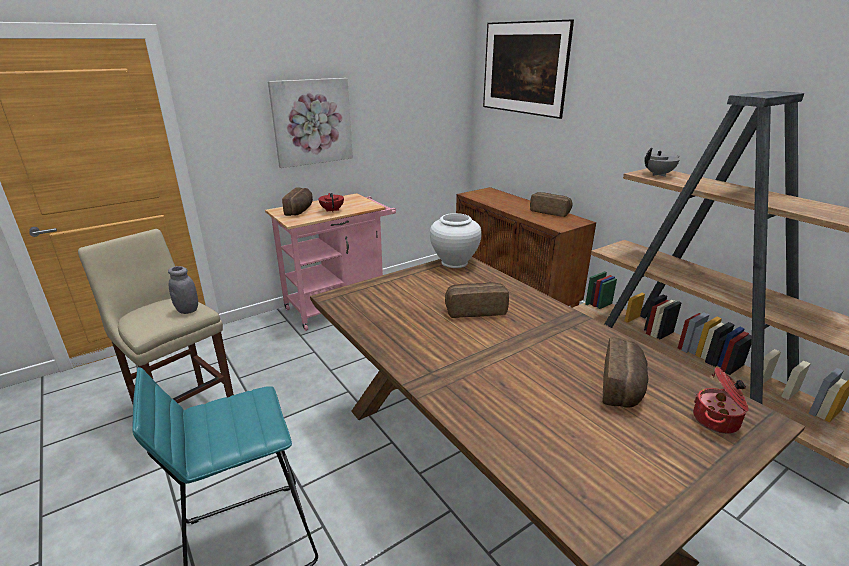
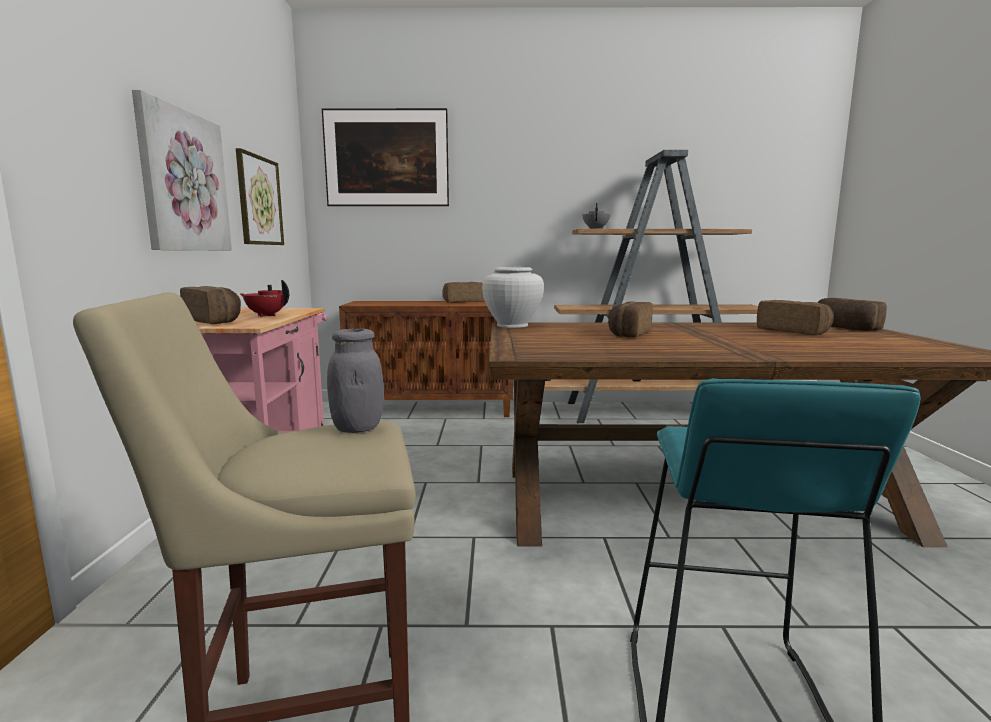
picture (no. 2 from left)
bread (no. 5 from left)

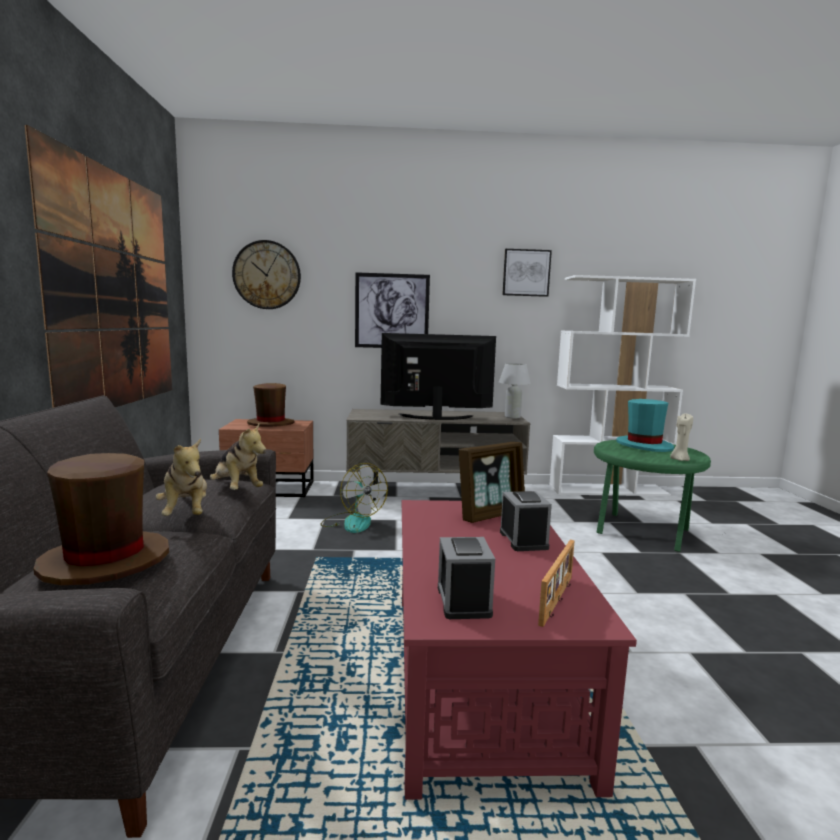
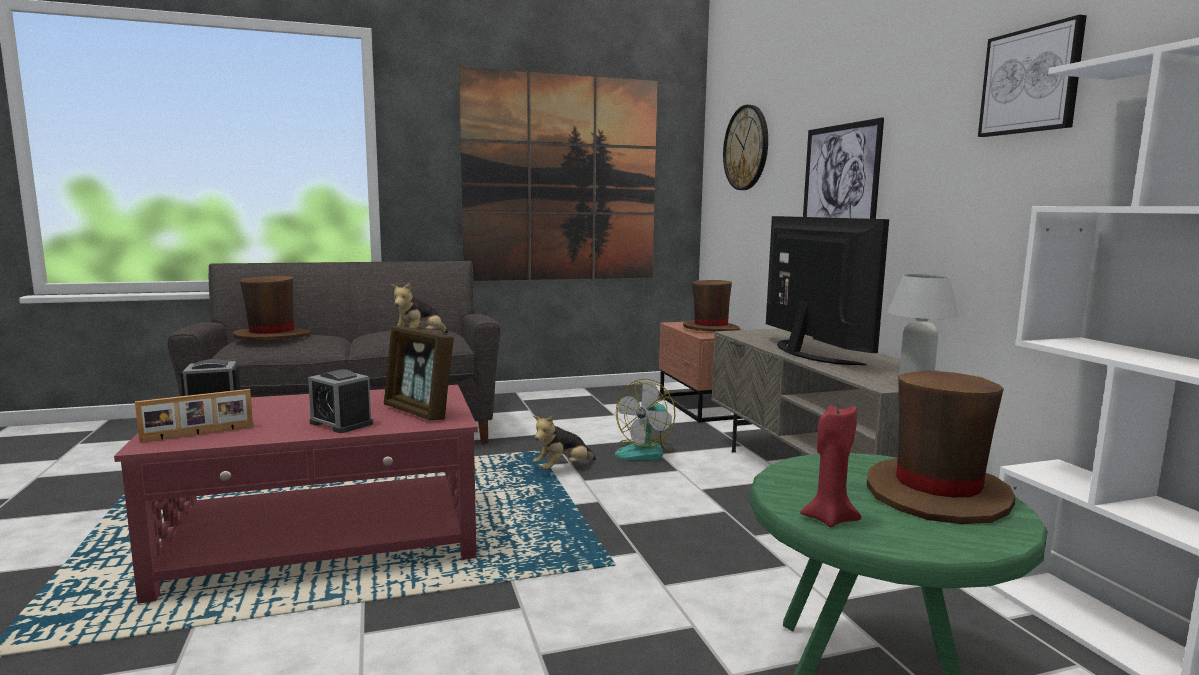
plush toy (no. 2 from left)
hat in brown (no. 3 from left)
candle in red
alarm clock (no. 2 from left)
picture frame (no. 1 from left)

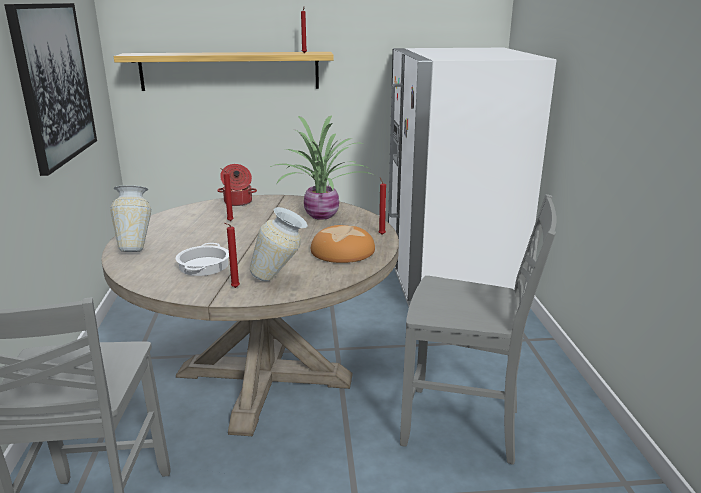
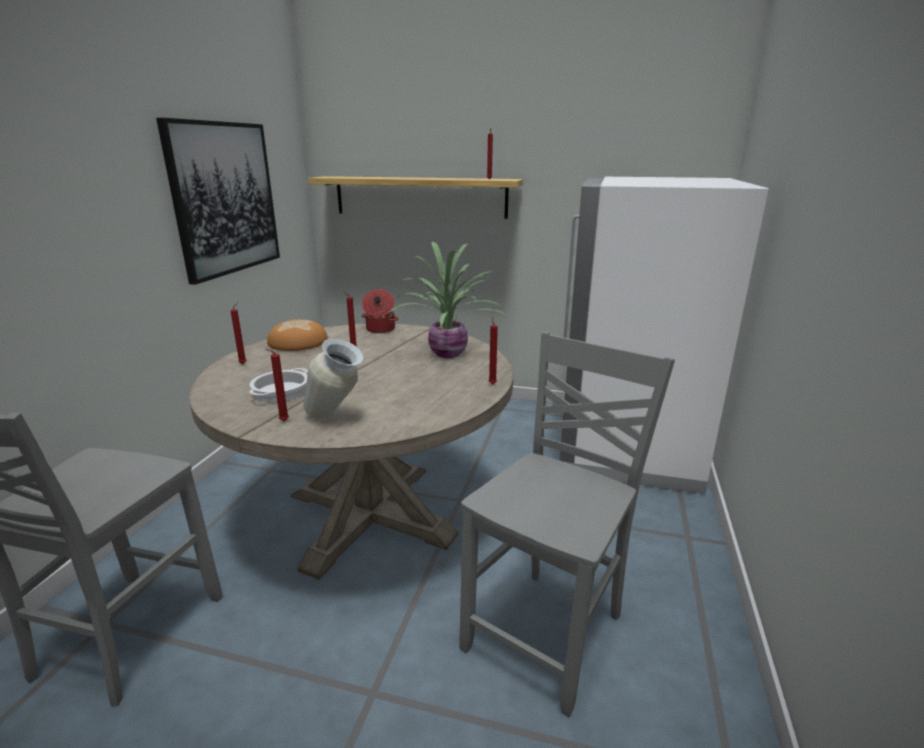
bread
candle in red (no. 1 from left)
chair in grey (no. 2 from left)

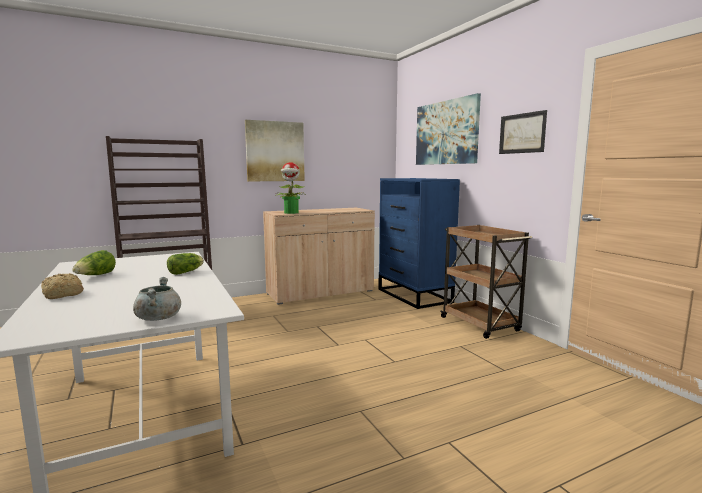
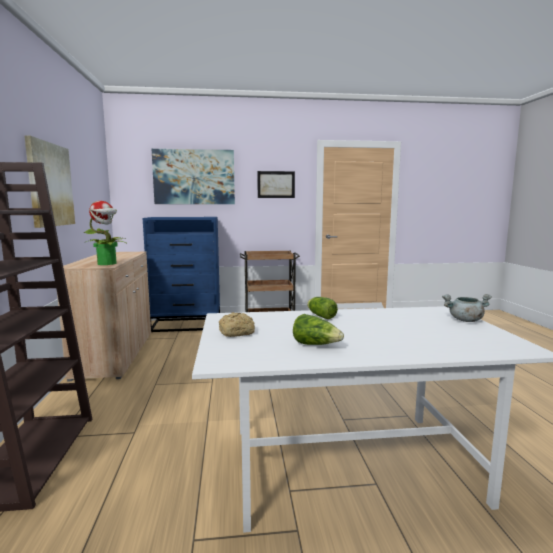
bread

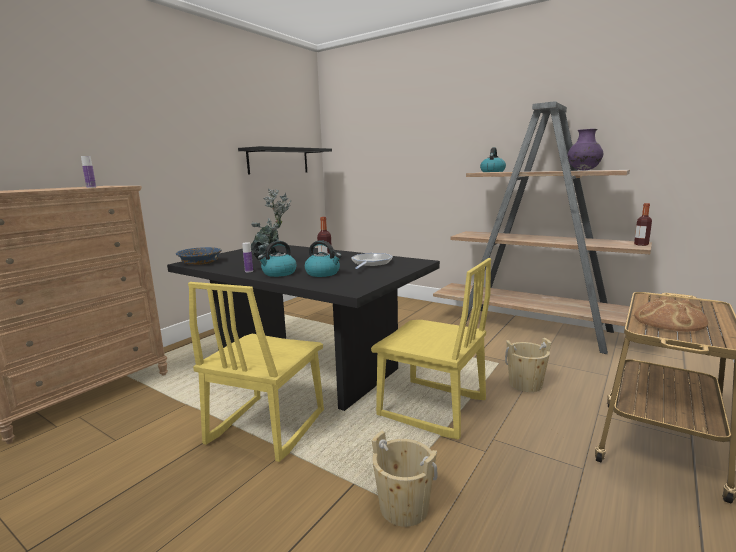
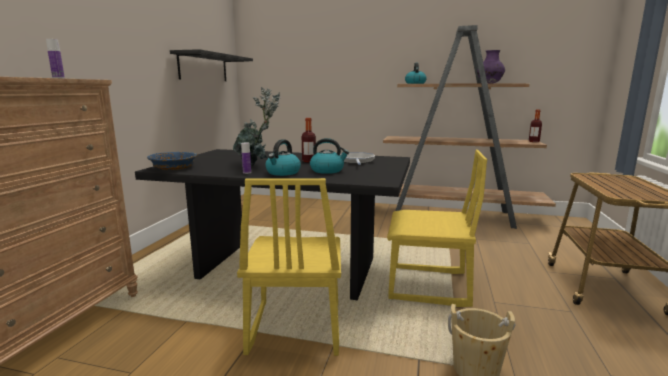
bucket in beige (no. 2 from left in the first image)
bread

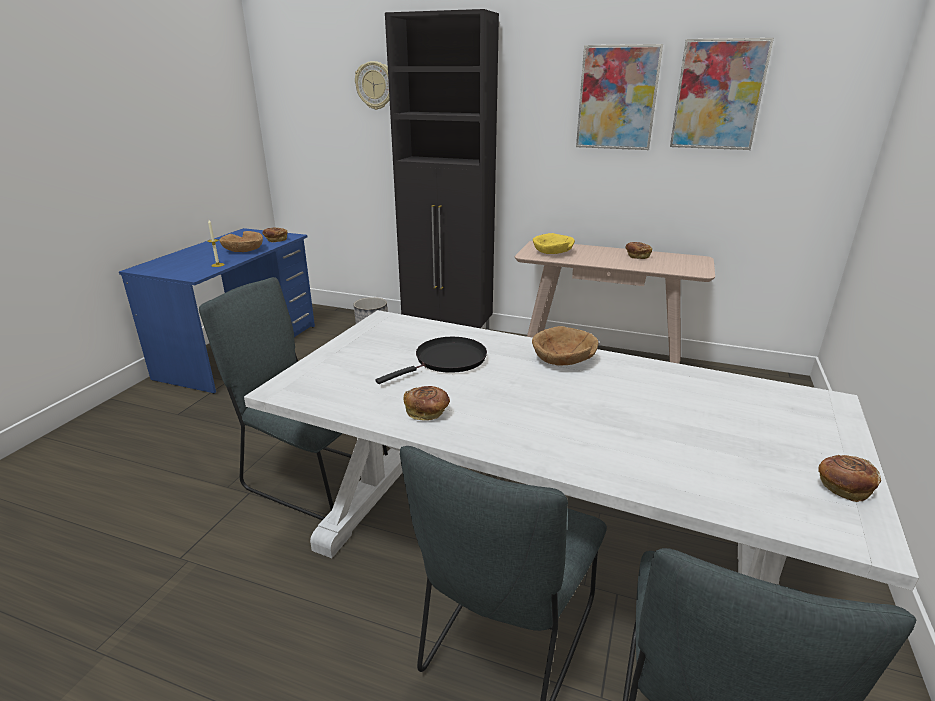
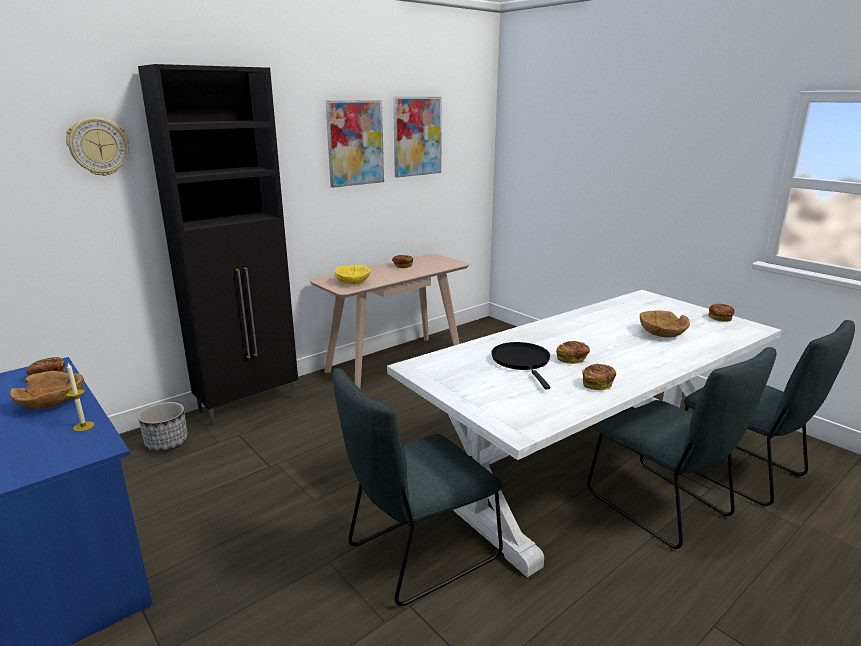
bread (no. 3 from left)
bowl in brown (no. 2 from left)

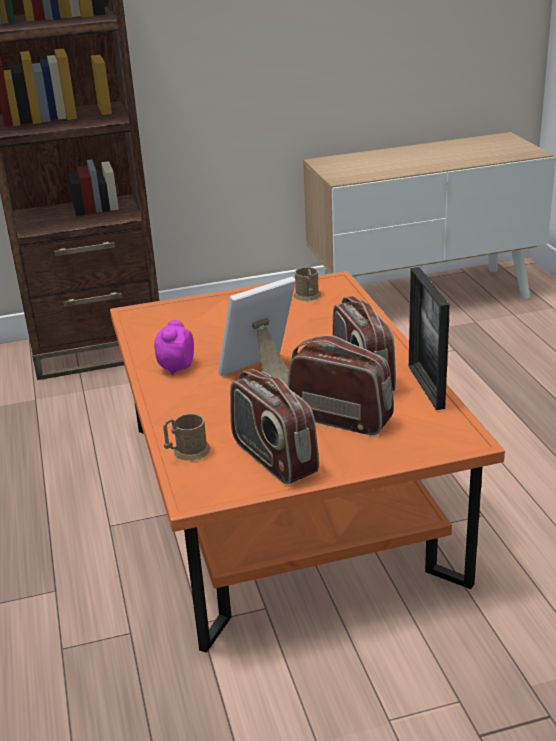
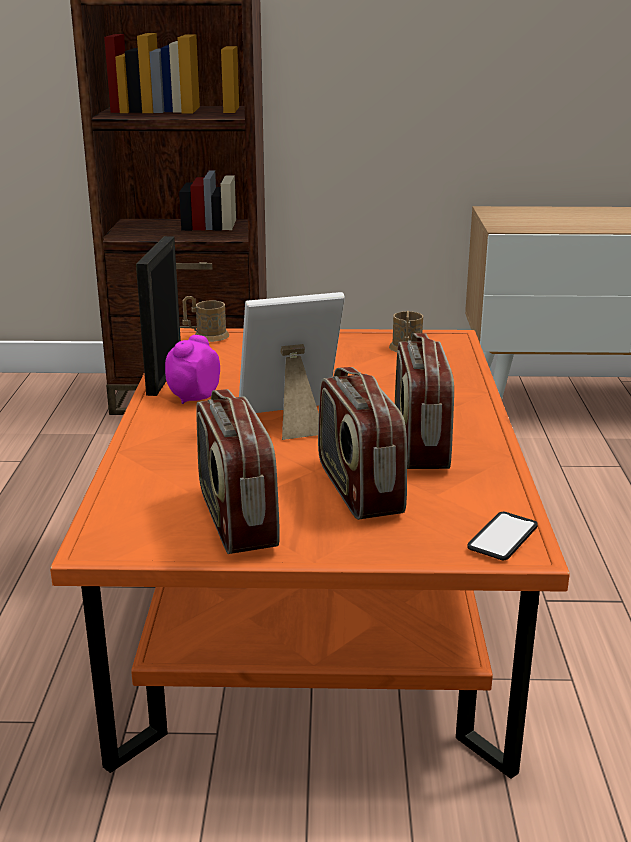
phone
mug in brown (no. 1 from left)
picture frame (no. 1 from left)
radio (no. 2 from left)

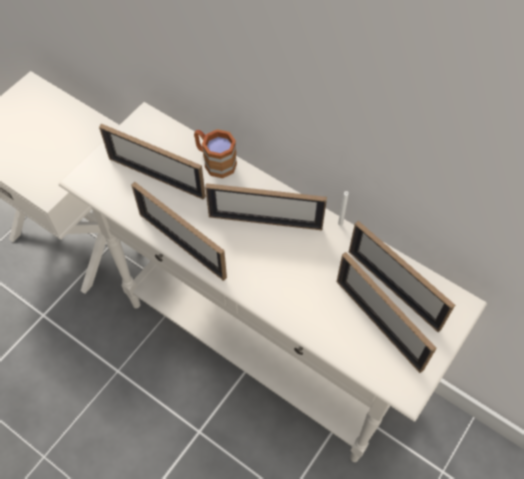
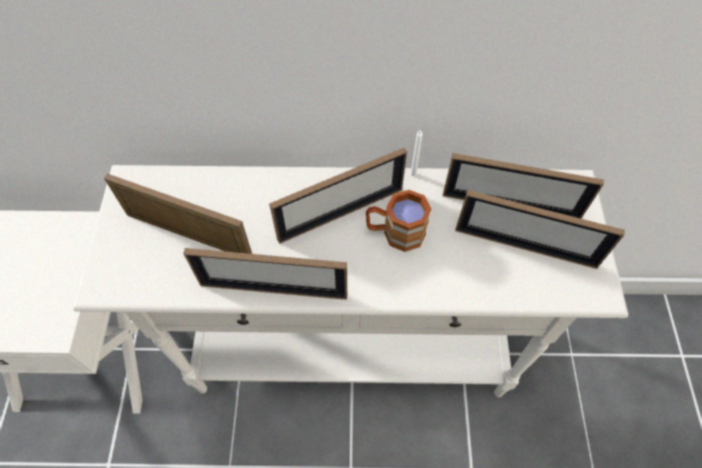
mug in brown
picture frame (no. 1 from left)

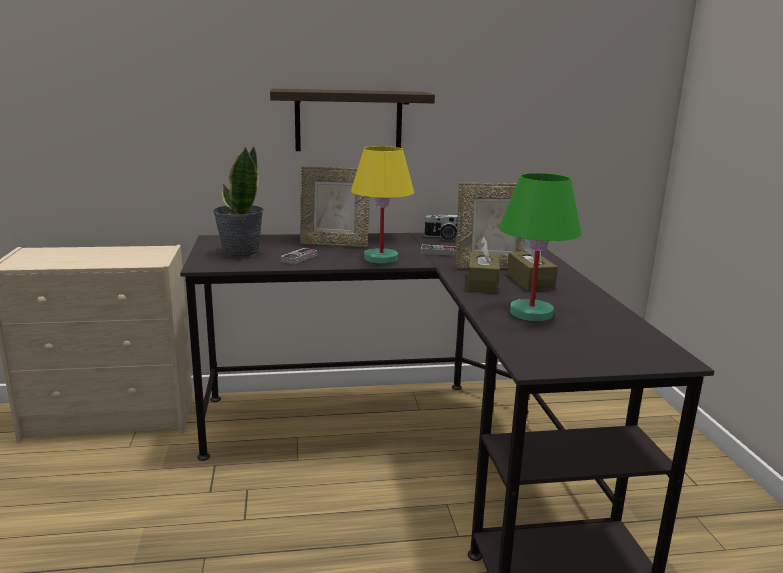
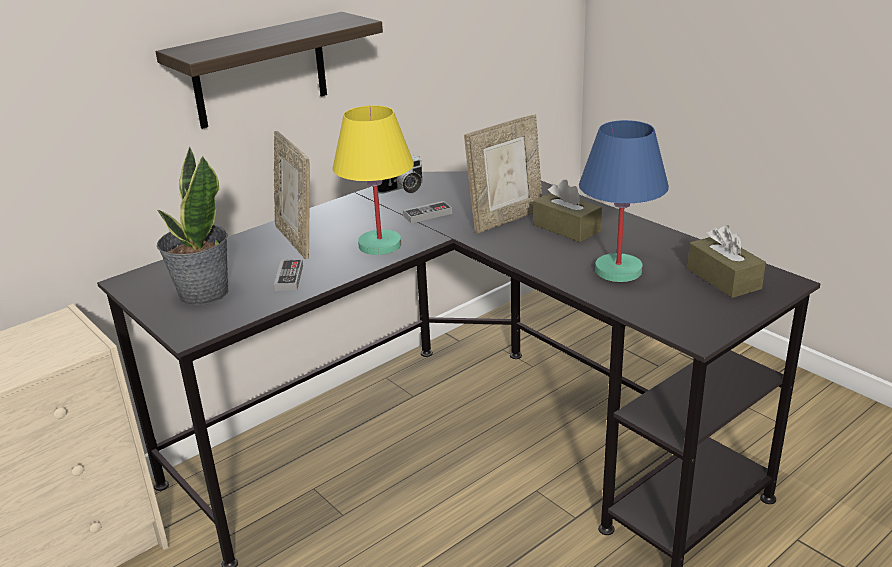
tissue box in brown (no. 2 from left)
table lamp in blue
picture frame (no. 1 from left)

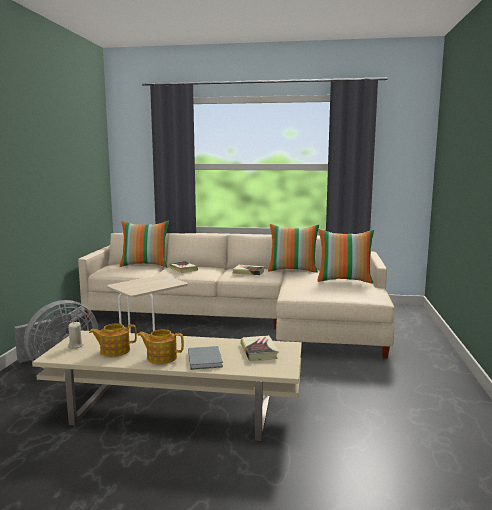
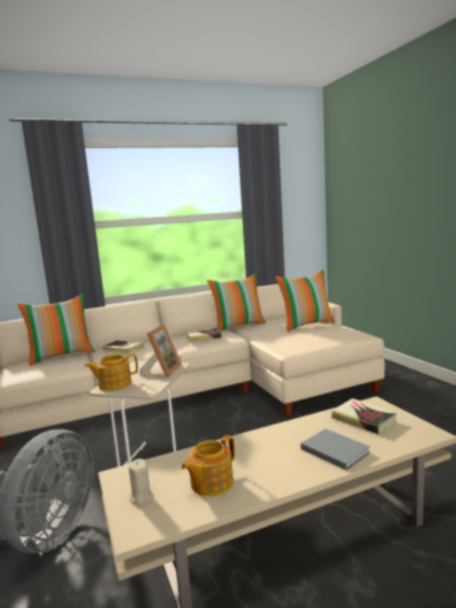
picture frame
teapot (no. 1 from left)

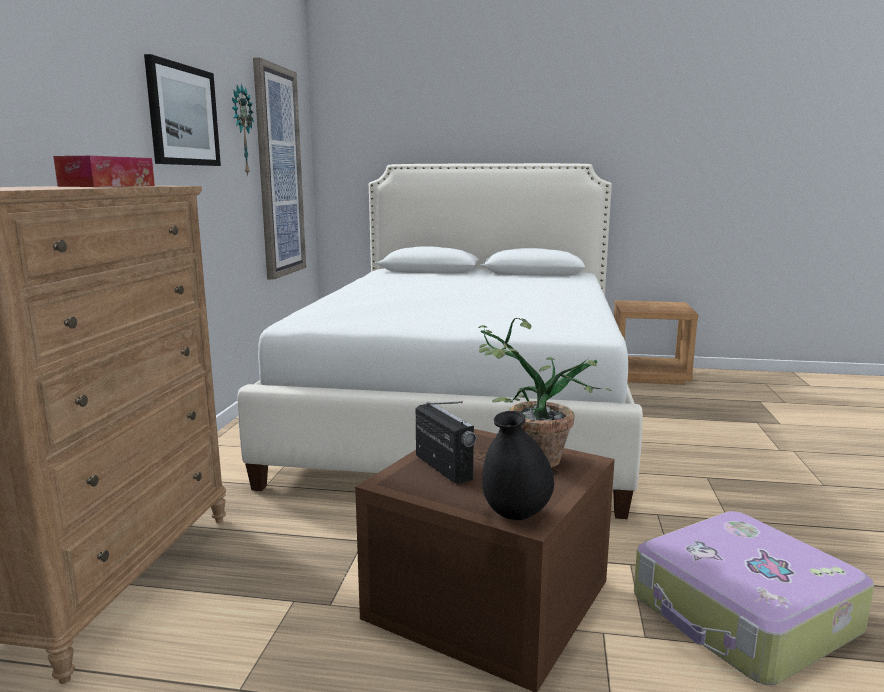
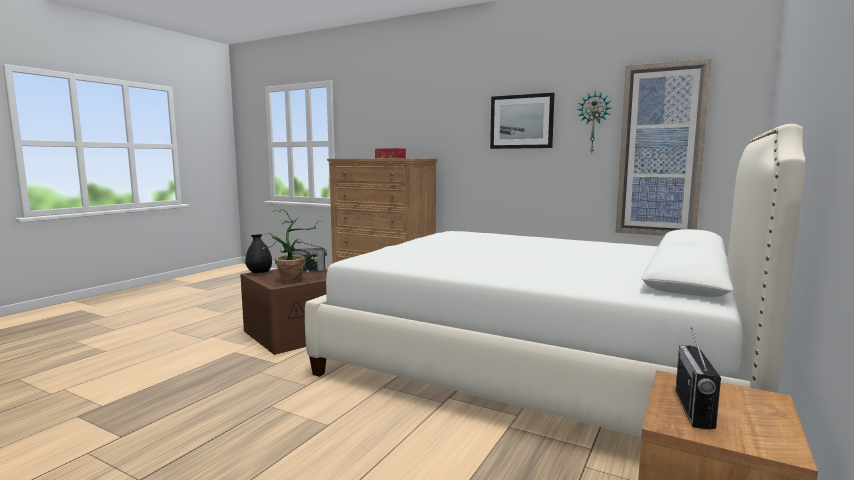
suitcase
radio (no. 2 from left)

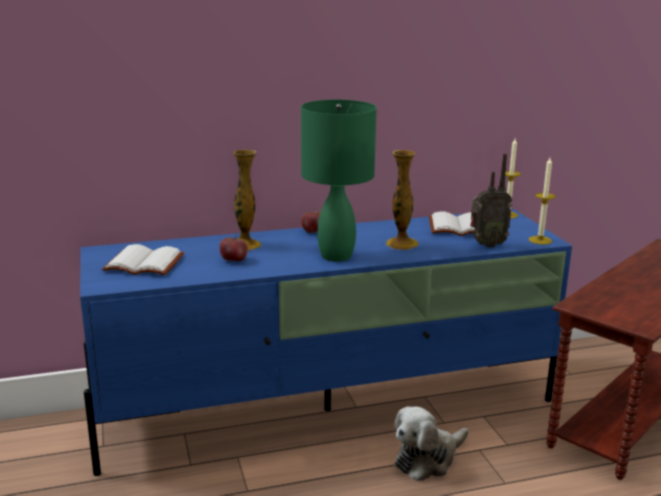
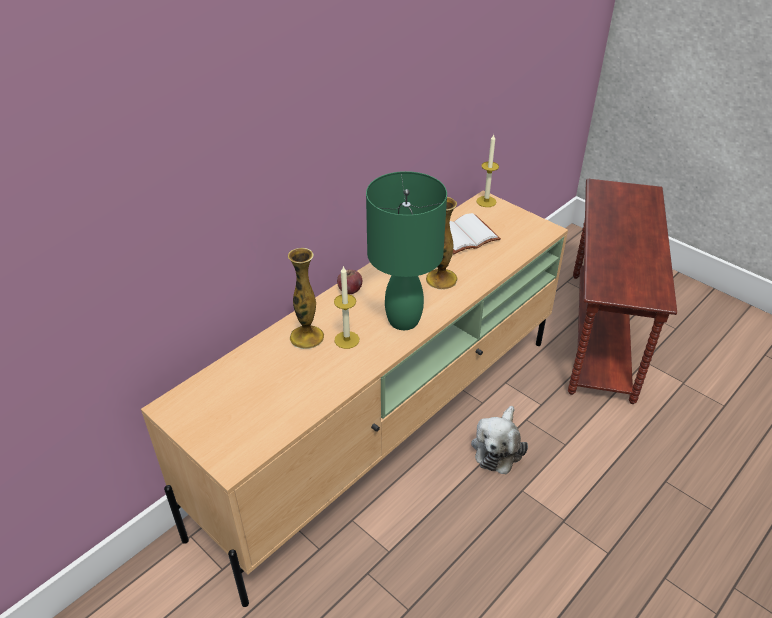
book in white (no. 1 from left in the first image)
apple (no. 1 from left in the first image)
radio
candle (no. 1 from left)
tv stand in beige

